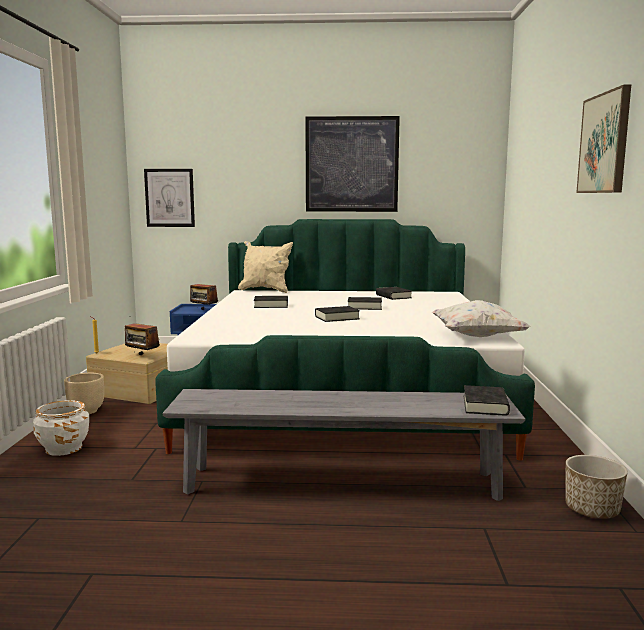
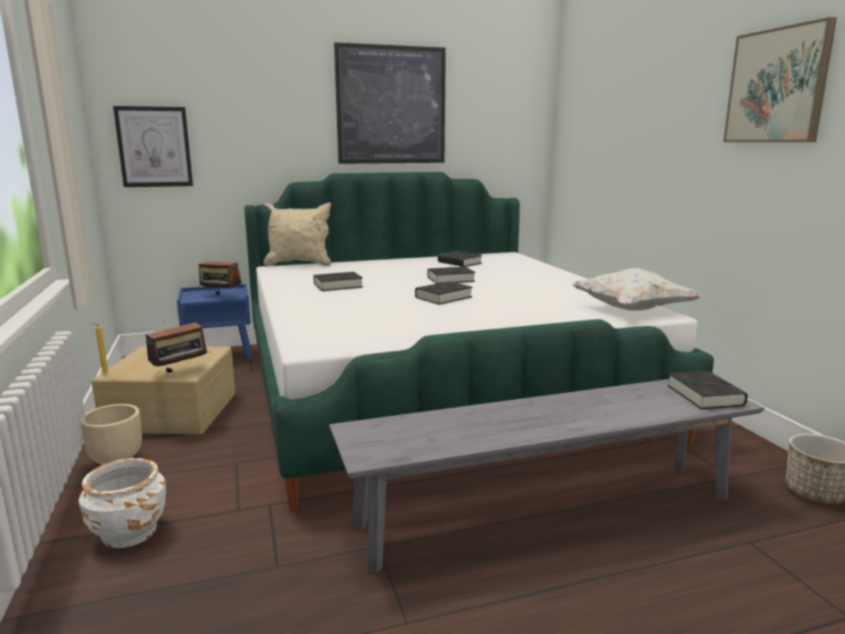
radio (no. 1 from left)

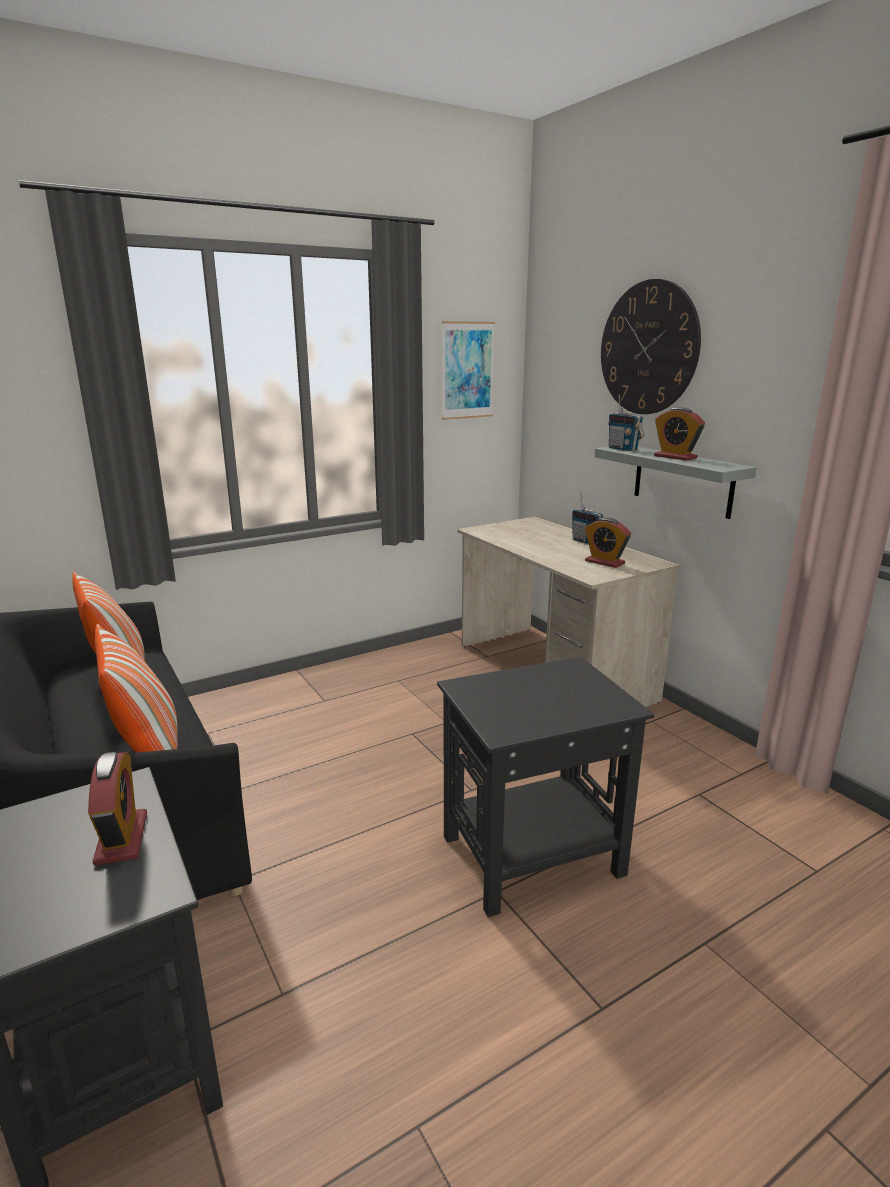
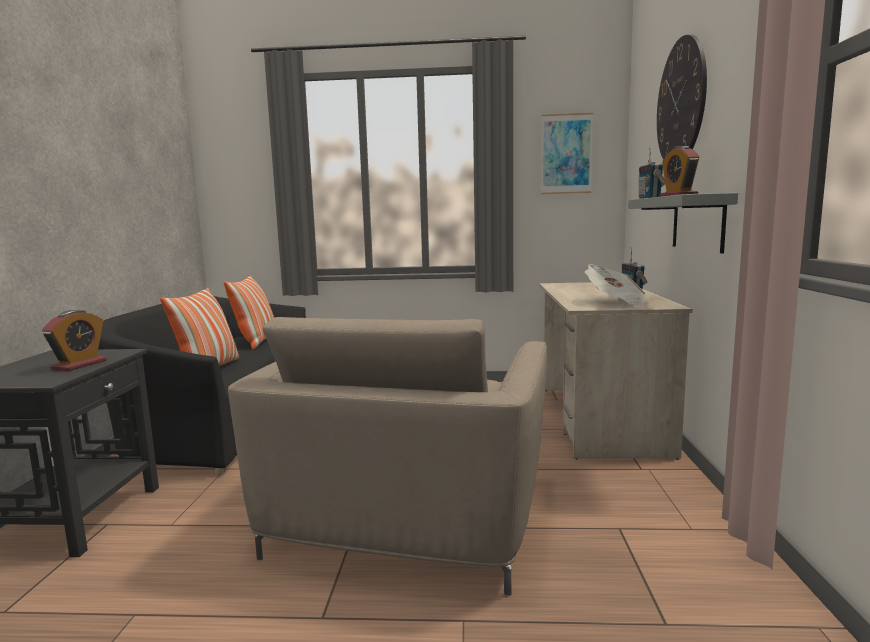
armchair in beige
newspaper

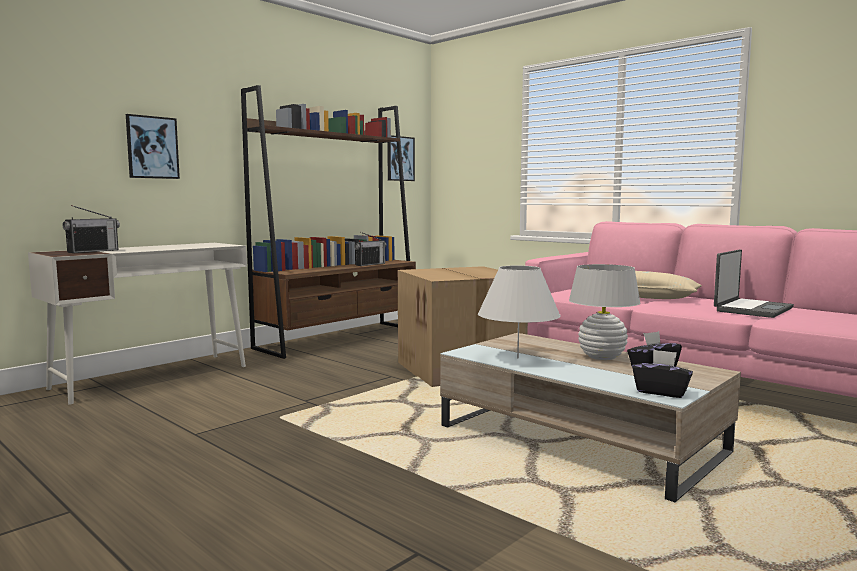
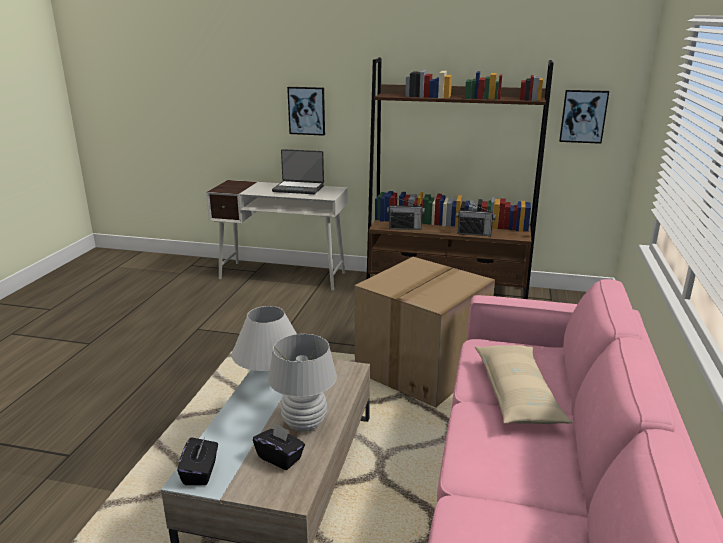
radio (no. 1 from left)
laptop

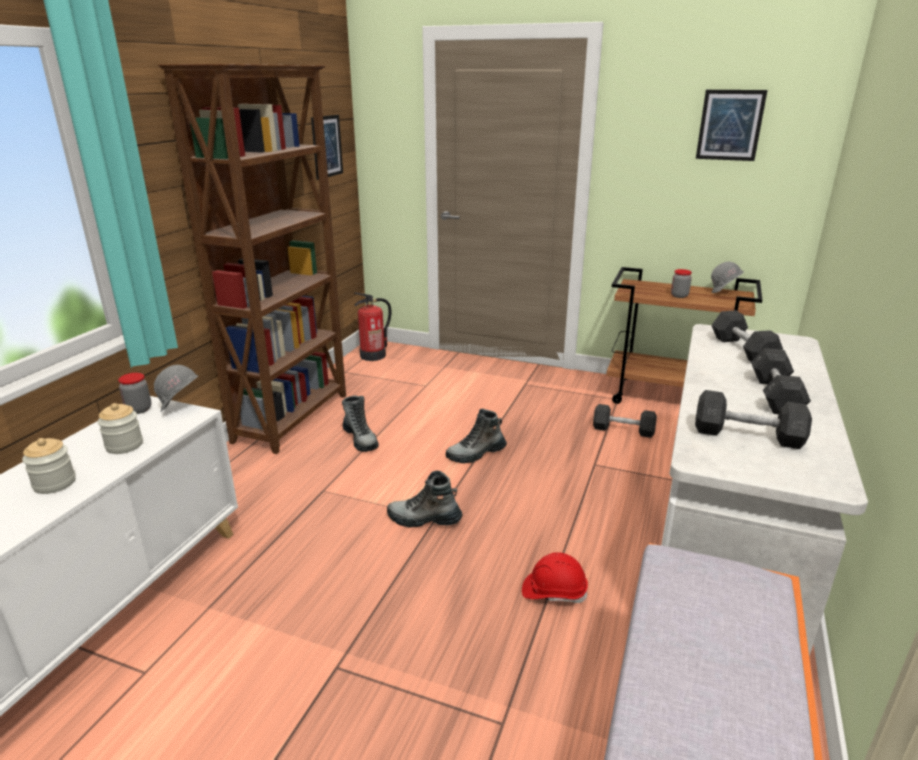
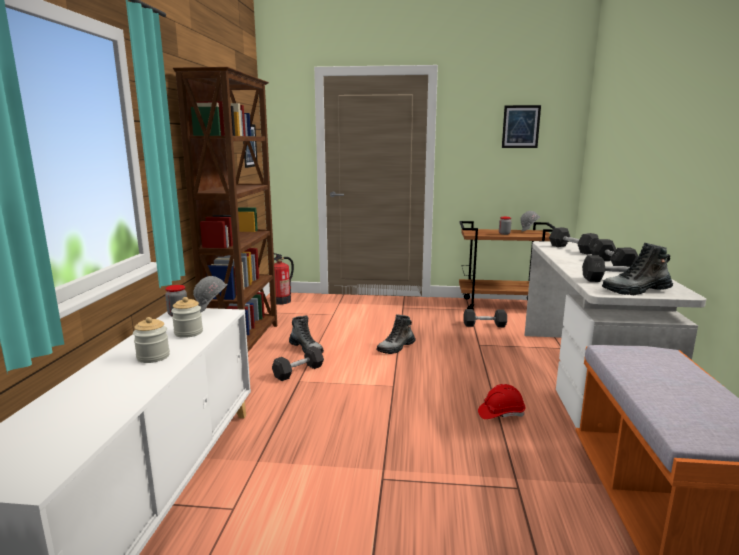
dumbbell in grey (no. 1 from left)
boot (no. 3 from left)

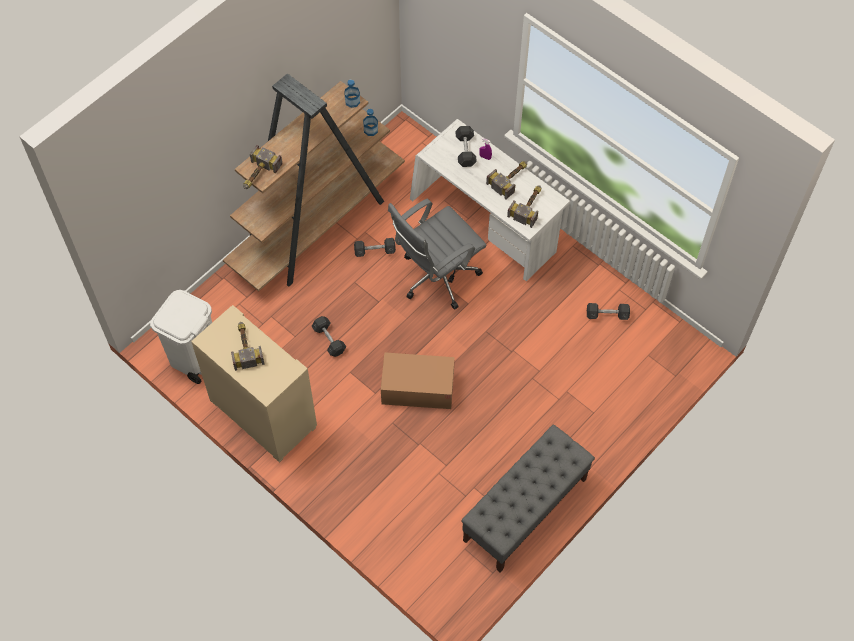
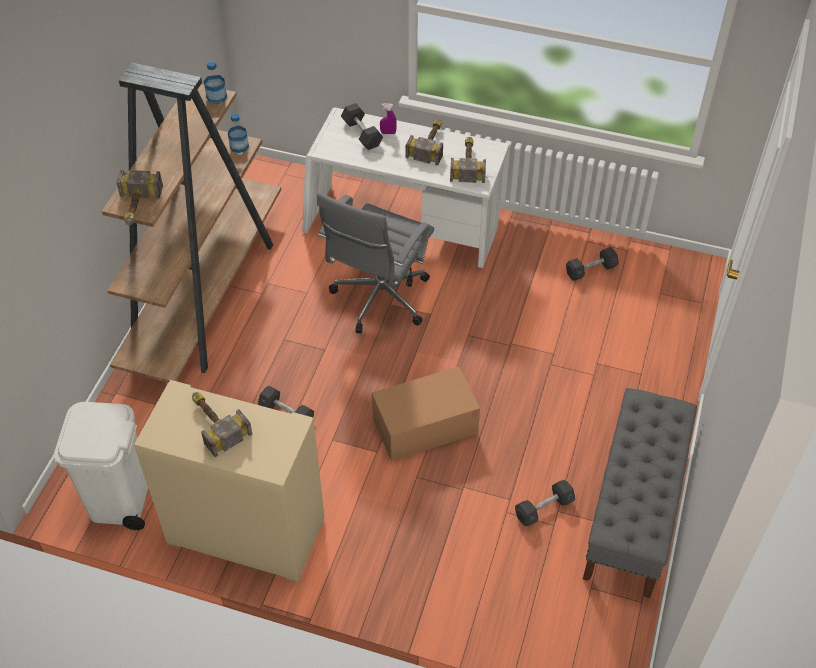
dumbbell in grey (no. 3 from left)

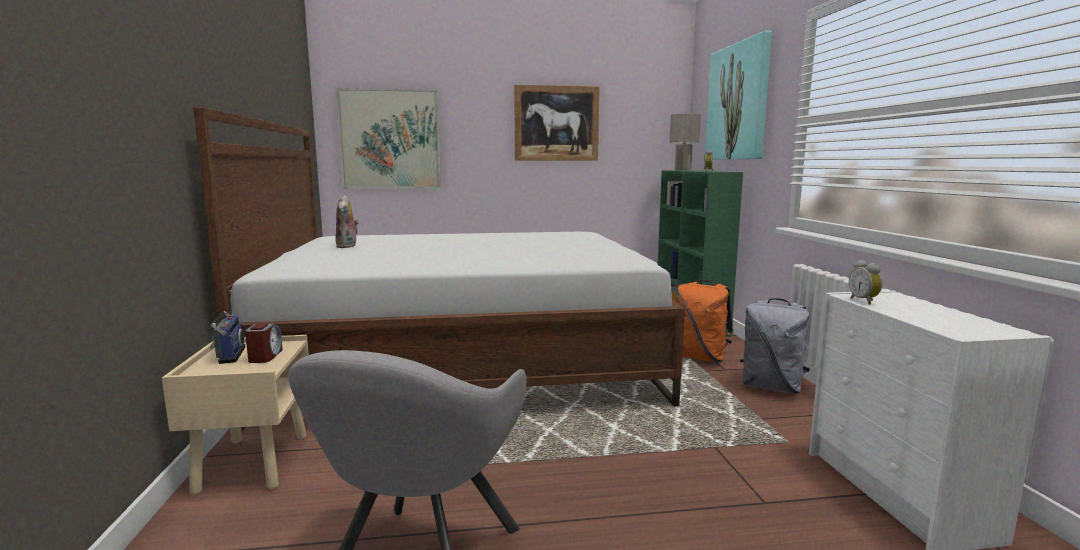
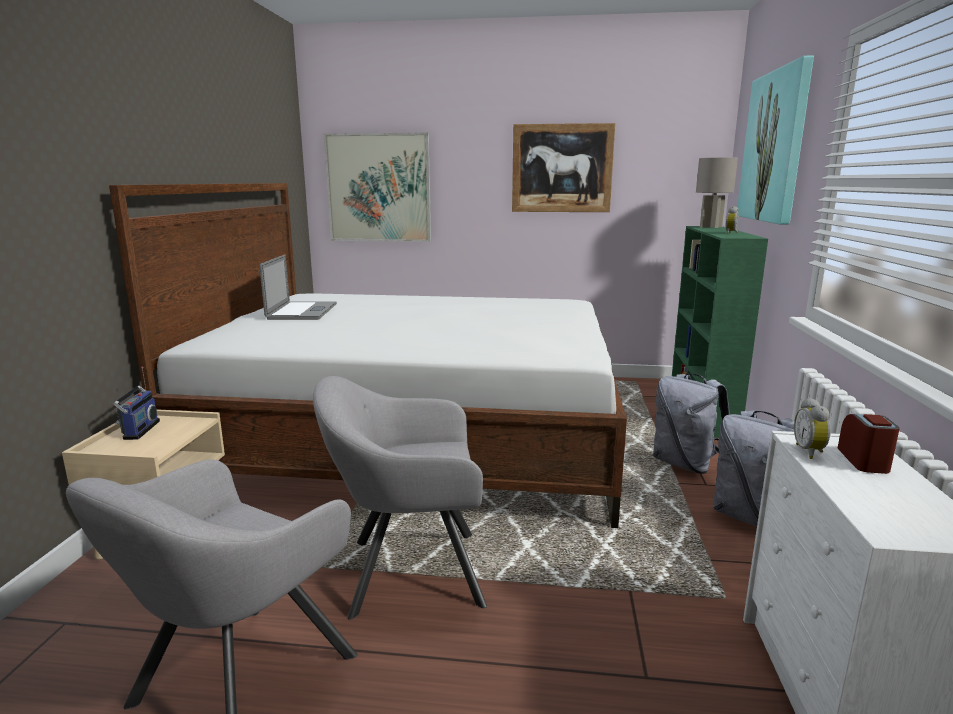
armchair in grey (no. 2 from left)
alarm clock (no. 3 from left)
laptop
backpack in grey (no. 1 from left)

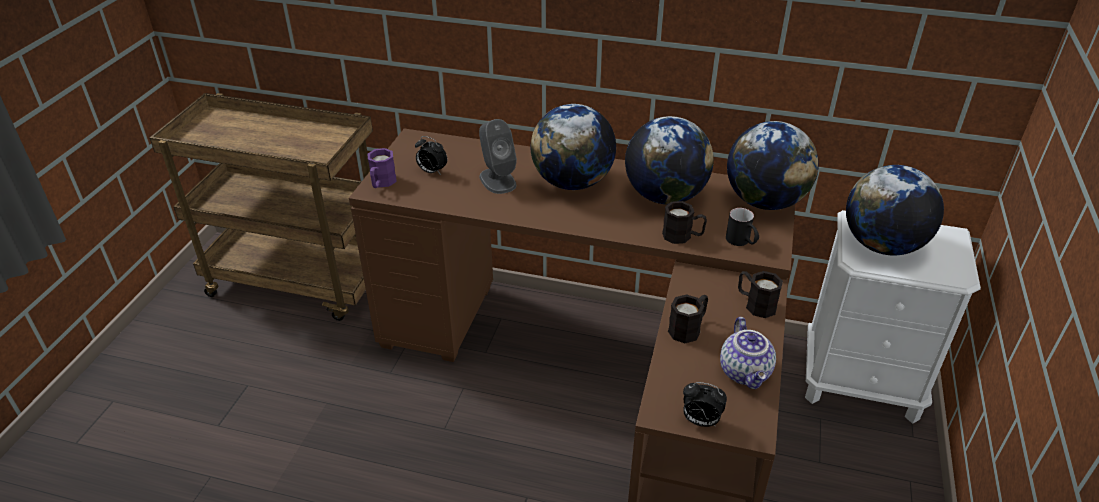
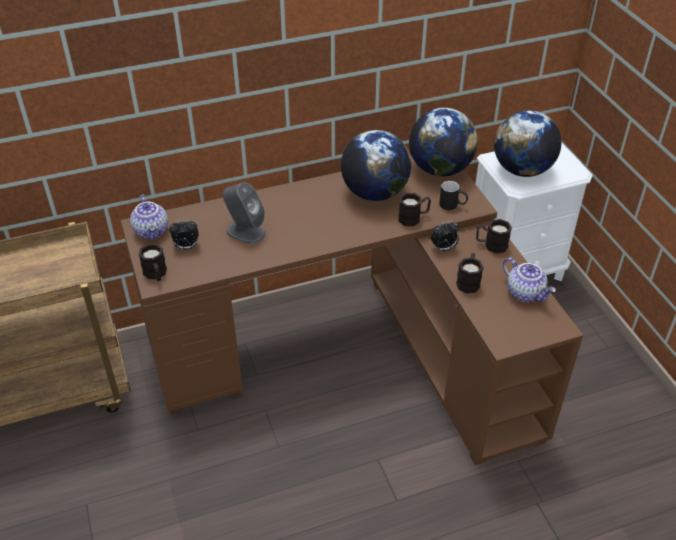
globe (no. 1 from left in the first image)
teapot (no. 1 from left)
alarm clock (no. 2 from left)
mug in black (no. 1 from left)

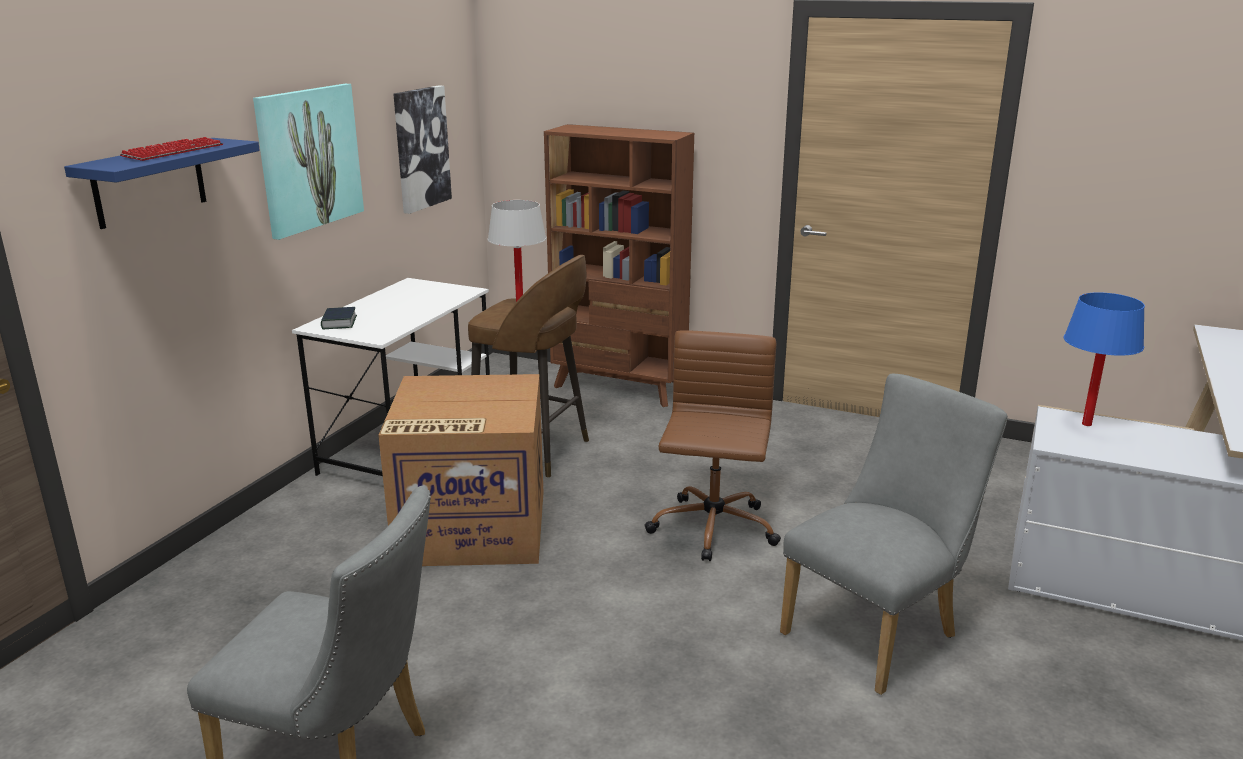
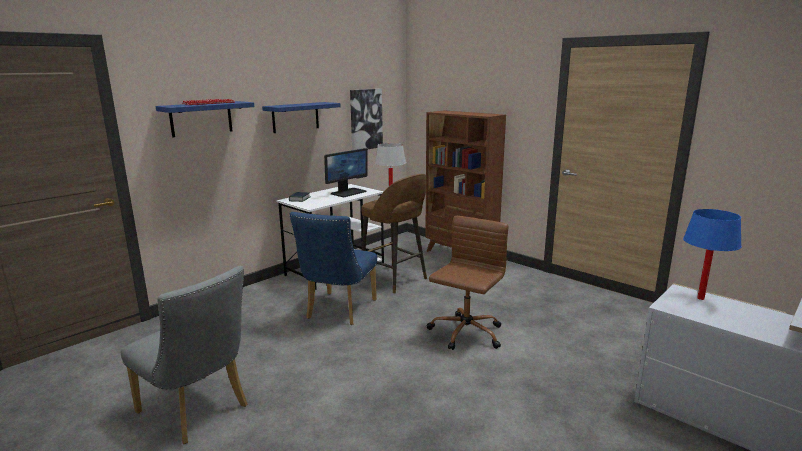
chair in grey (no. 2 from left in the first image)
monitor
shelf in blue (no. 2 from left)
chair in blue

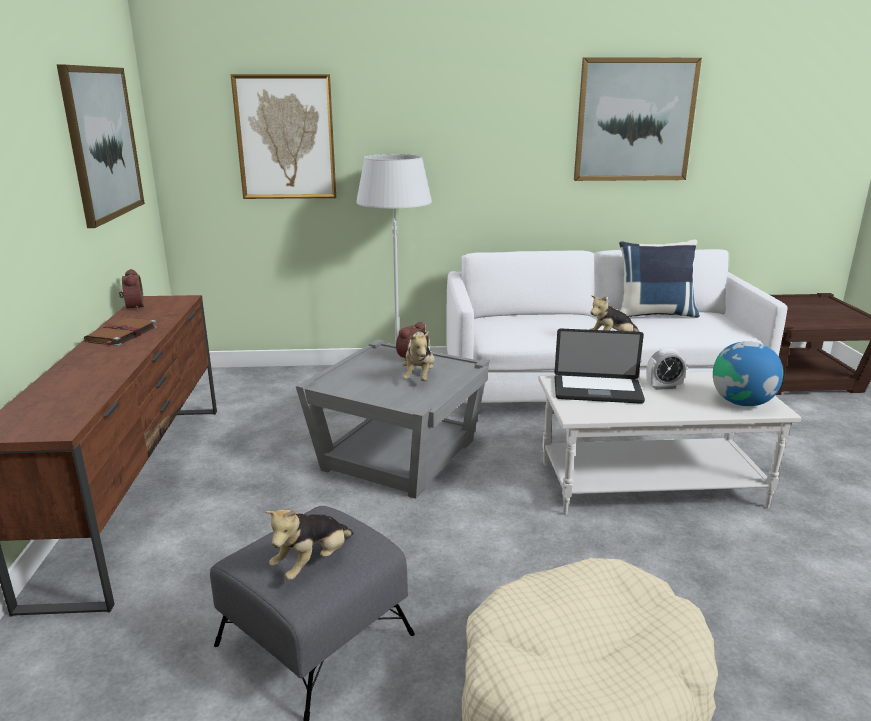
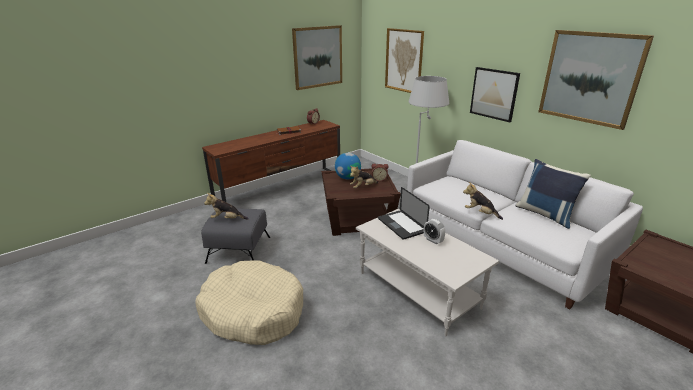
picture (no. 3 from left)
globe
side table in brown (no. 1 from left)

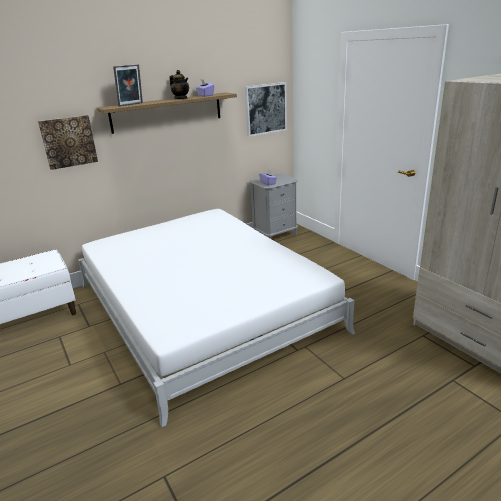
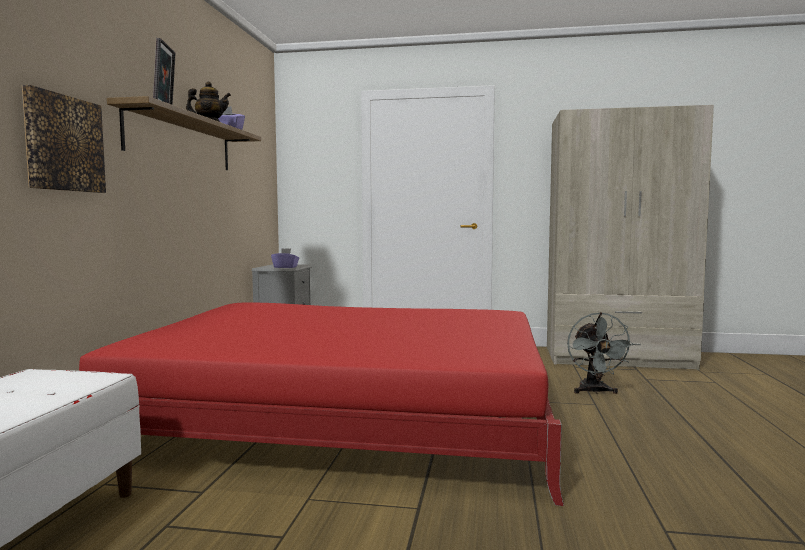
picture (no. 2 from left in the first image)
fan in grey
bed in red

